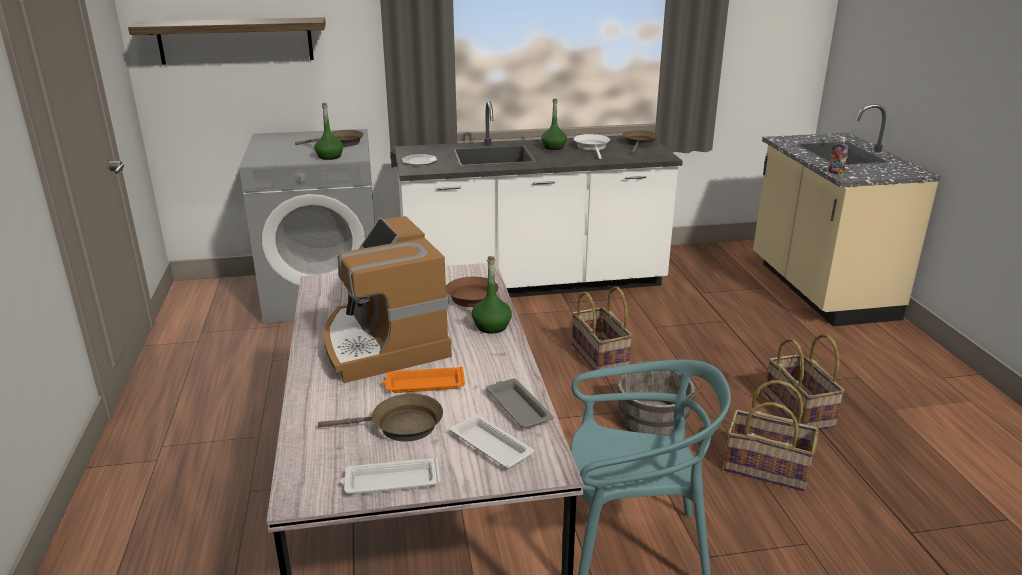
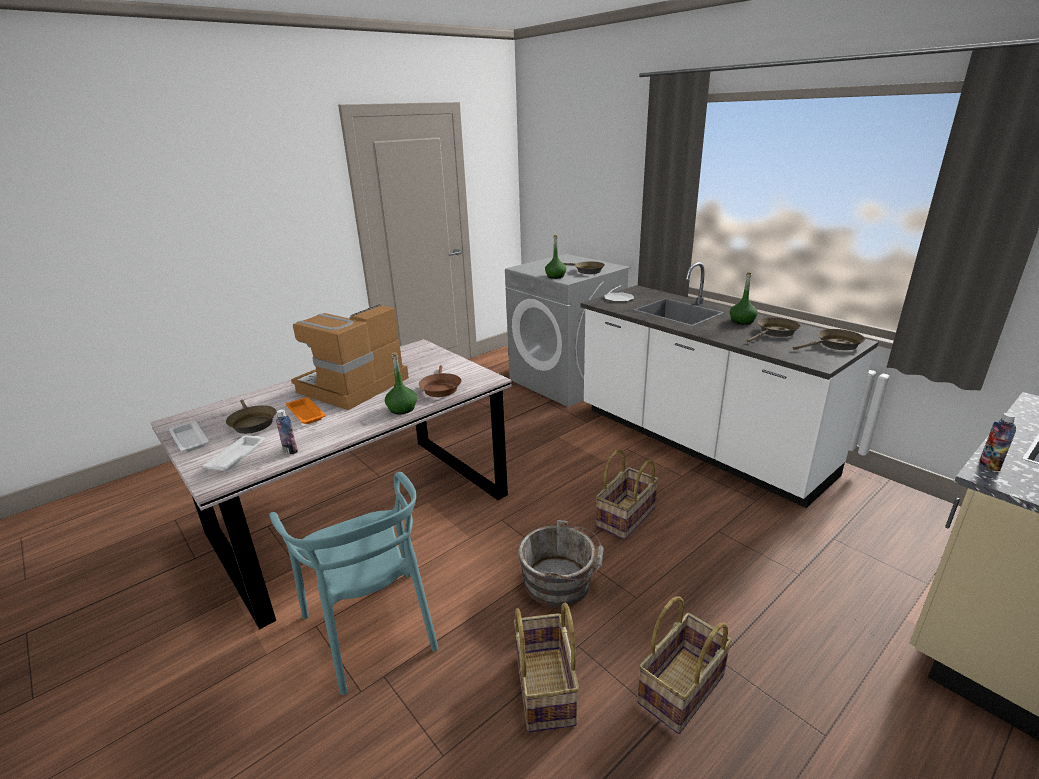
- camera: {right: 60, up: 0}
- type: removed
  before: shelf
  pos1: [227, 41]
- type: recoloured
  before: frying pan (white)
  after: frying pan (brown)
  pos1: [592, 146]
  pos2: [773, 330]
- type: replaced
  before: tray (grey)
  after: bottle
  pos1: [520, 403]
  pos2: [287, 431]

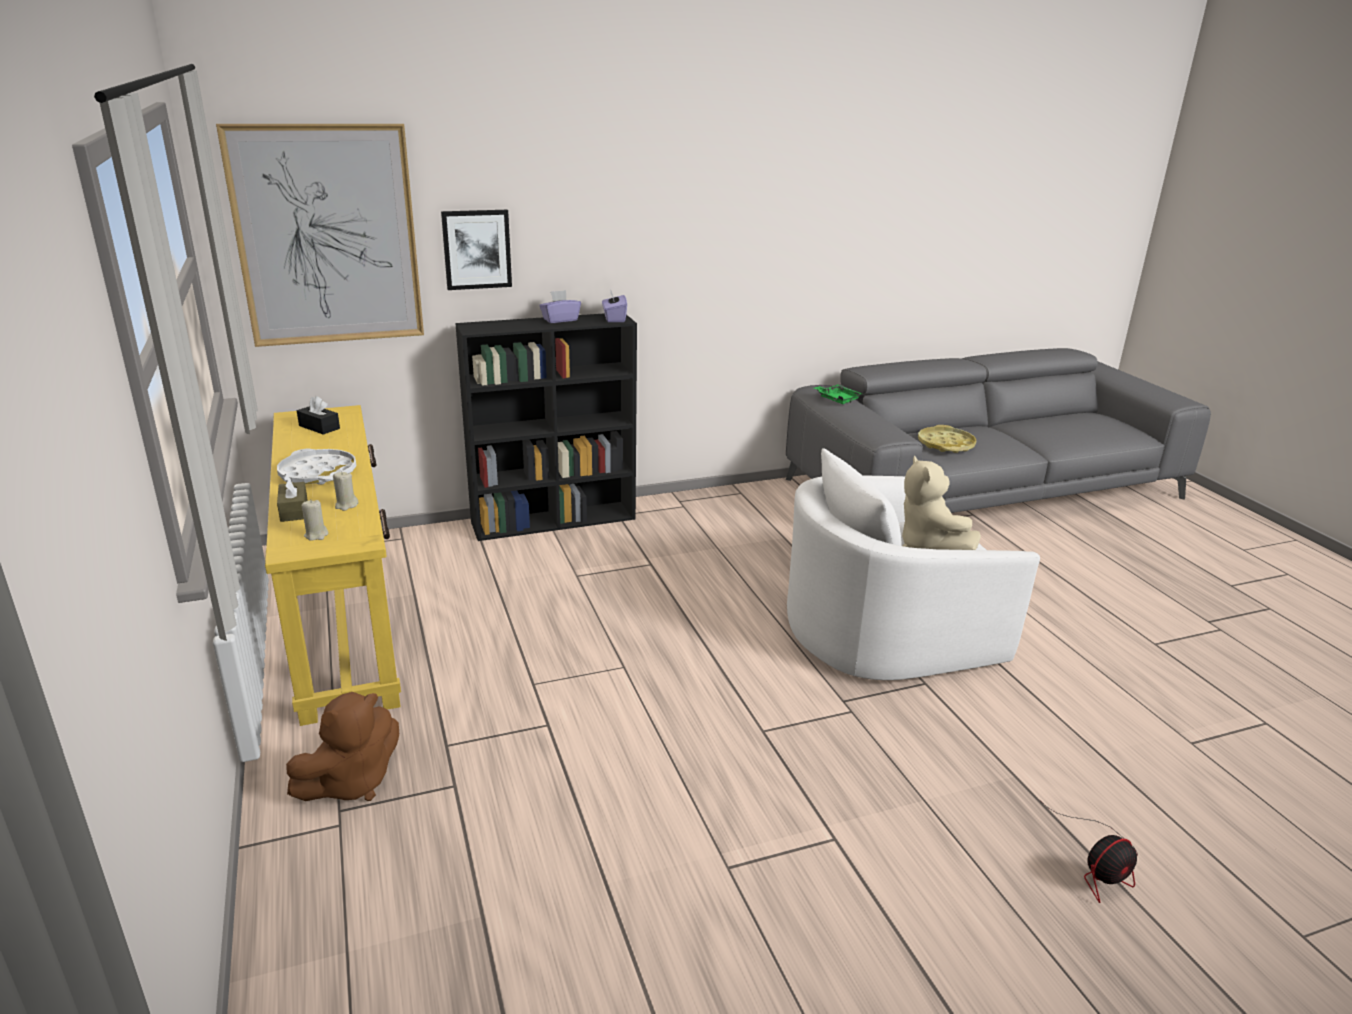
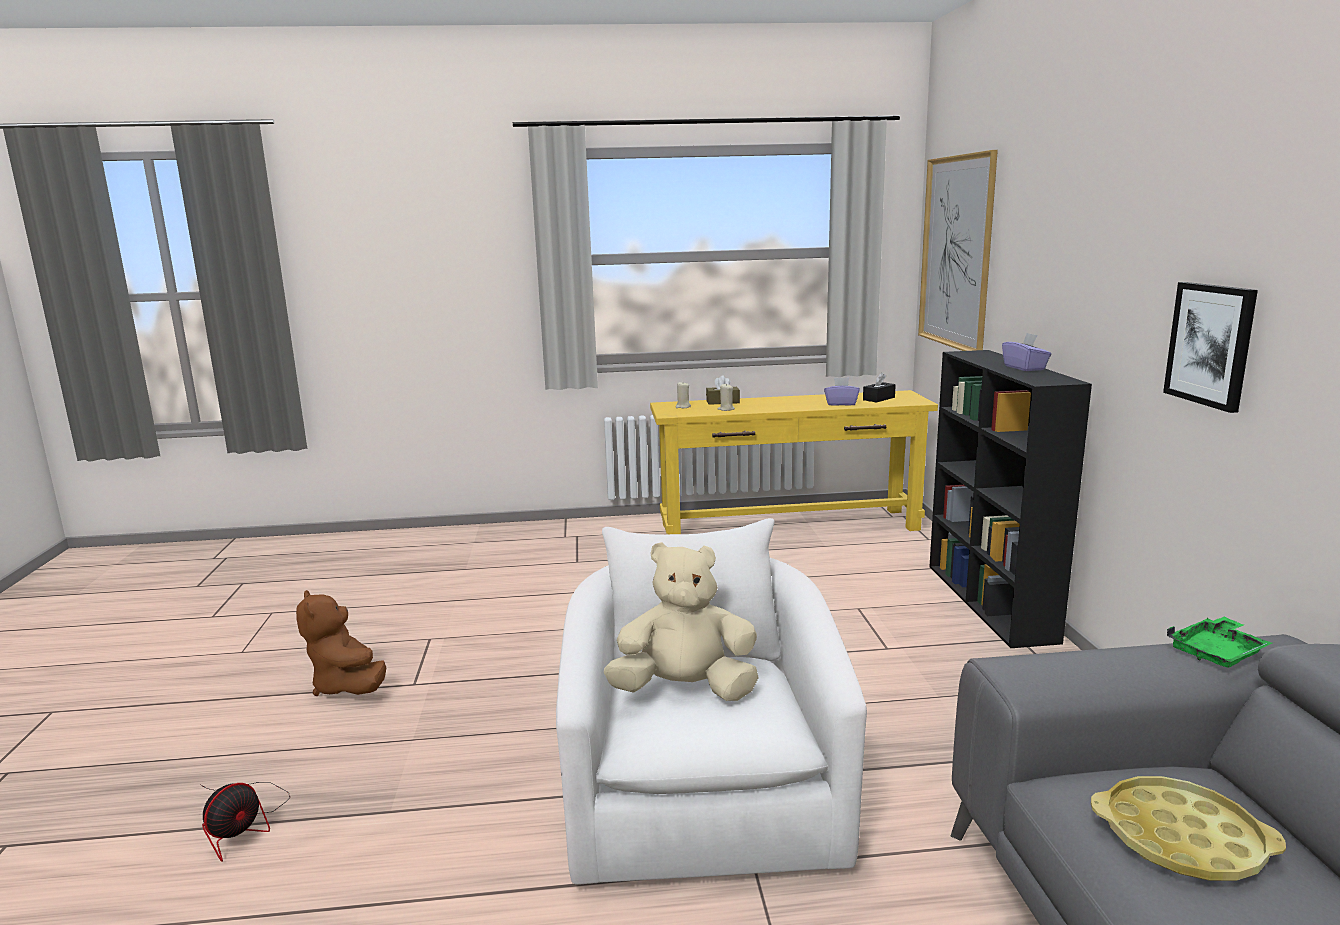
- camera: {right: 105, up: -10}
- type: moved
  before: picture
  pos1: [476, 250]
  pos2: [1210, 347]
- type: moved
  before: tissue box (purple)
  pos1: [614, 306]
  pos2: [842, 391]
- type: removed
  before: tray (white)
  pos1: [316, 467]
- type: moved
  before: plush toy (brown)
  pos1: [342, 746]
  pos2: [341, 643]
- type: turned
  before: fan
  pos1: [1090, 852]
  pos2: [245, 822]
  turn: -135

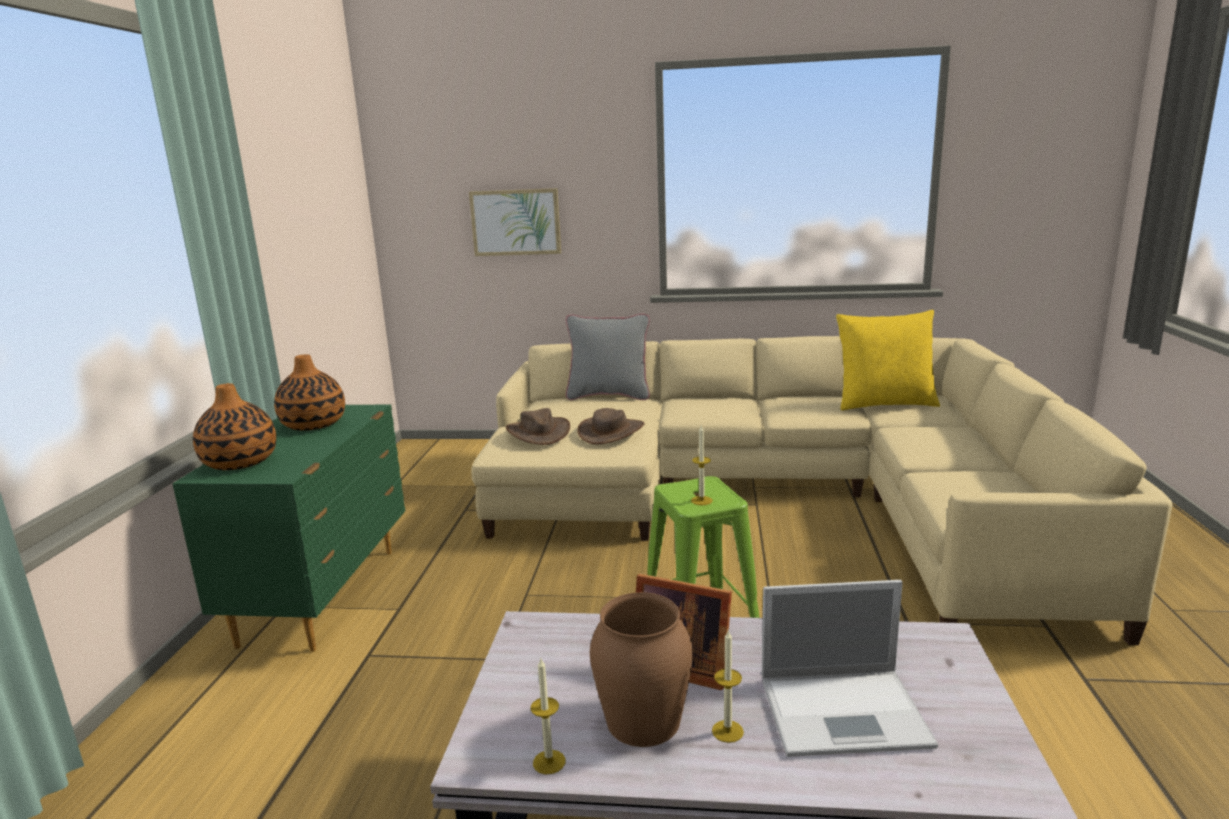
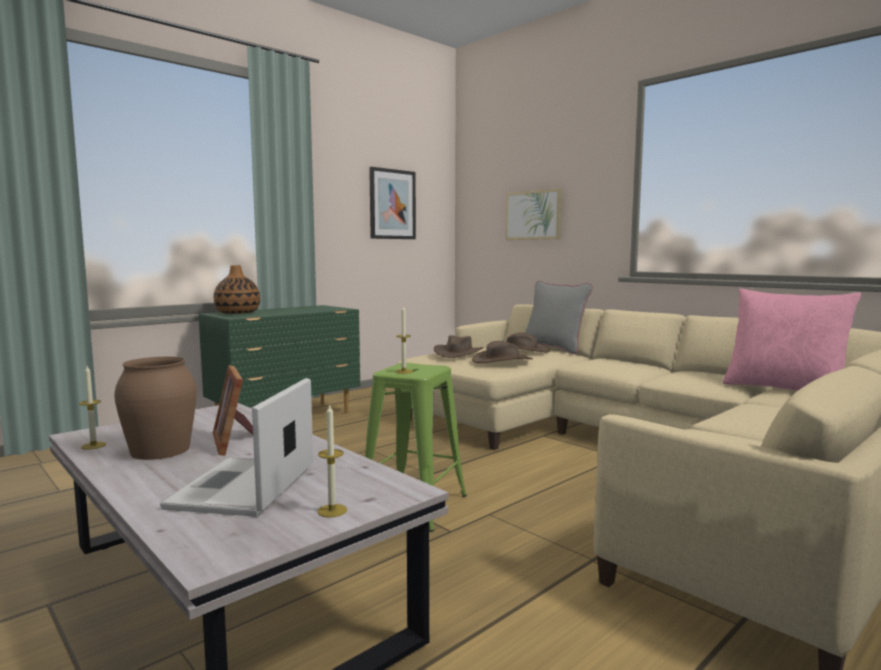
- camera: {right: 40, up: -10}
- type: recoloured
  before: pillow (yellow)
  after: pillow (pink)
  pos1: [888, 360]
  pos2: [791, 340]
- type: removed
  before: vase
  pos1: [309, 392]
- type: turned
  before: laptop
  pos1: [850, 668]
  pos2: [236, 447]
  turn: 60
- type: moved
  before: candle
  pos1: [728, 687]
  pos2: [332, 460]
- type: added
  after: picture
  pos2: [392, 203]
- type: added
  after: hat (brown)
  pos2: [528, 342]

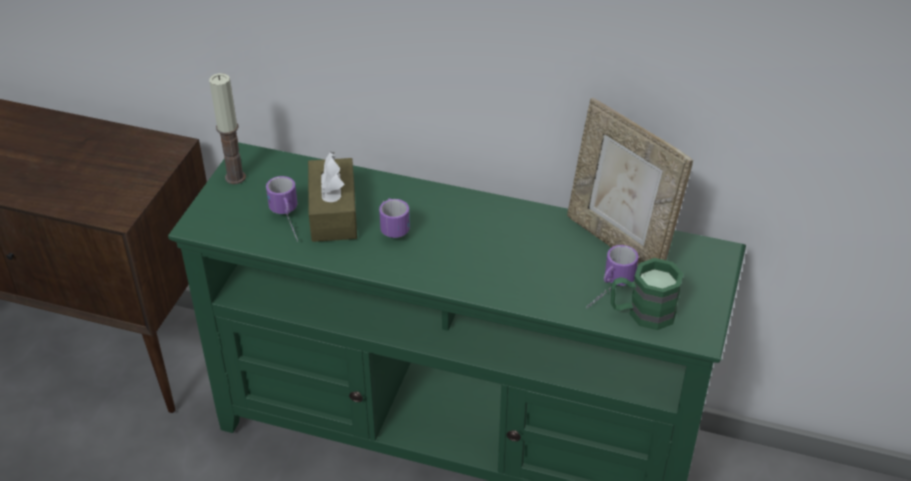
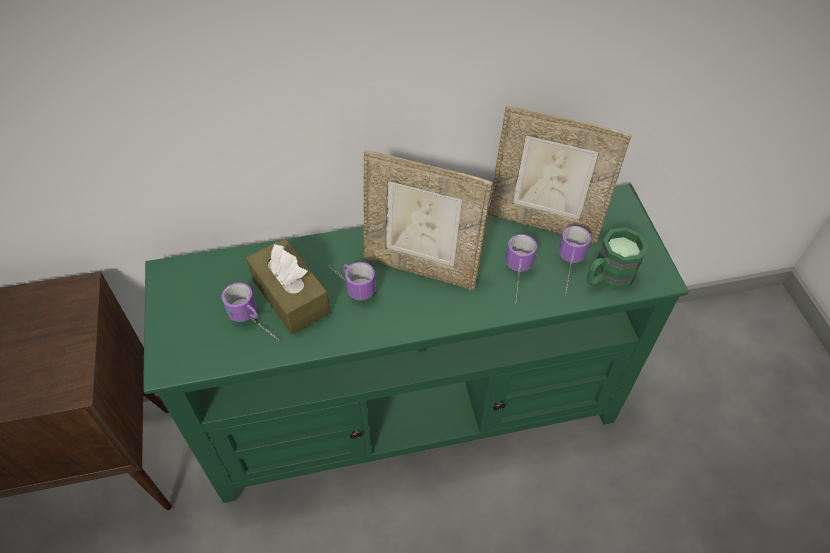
- camera: {right: -30, up: 10}
- type: removed
  before: candle
  pos1: [227, 128]
- type: added
  after: picture frame
  pos2: [428, 220]
- type: added
  after: mug
  pos2: [521, 267]

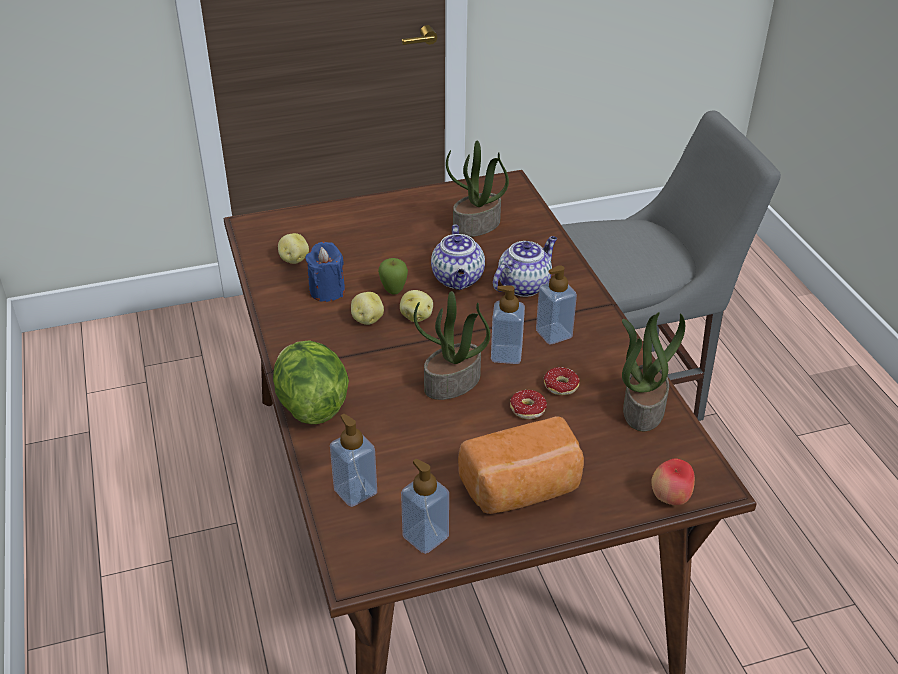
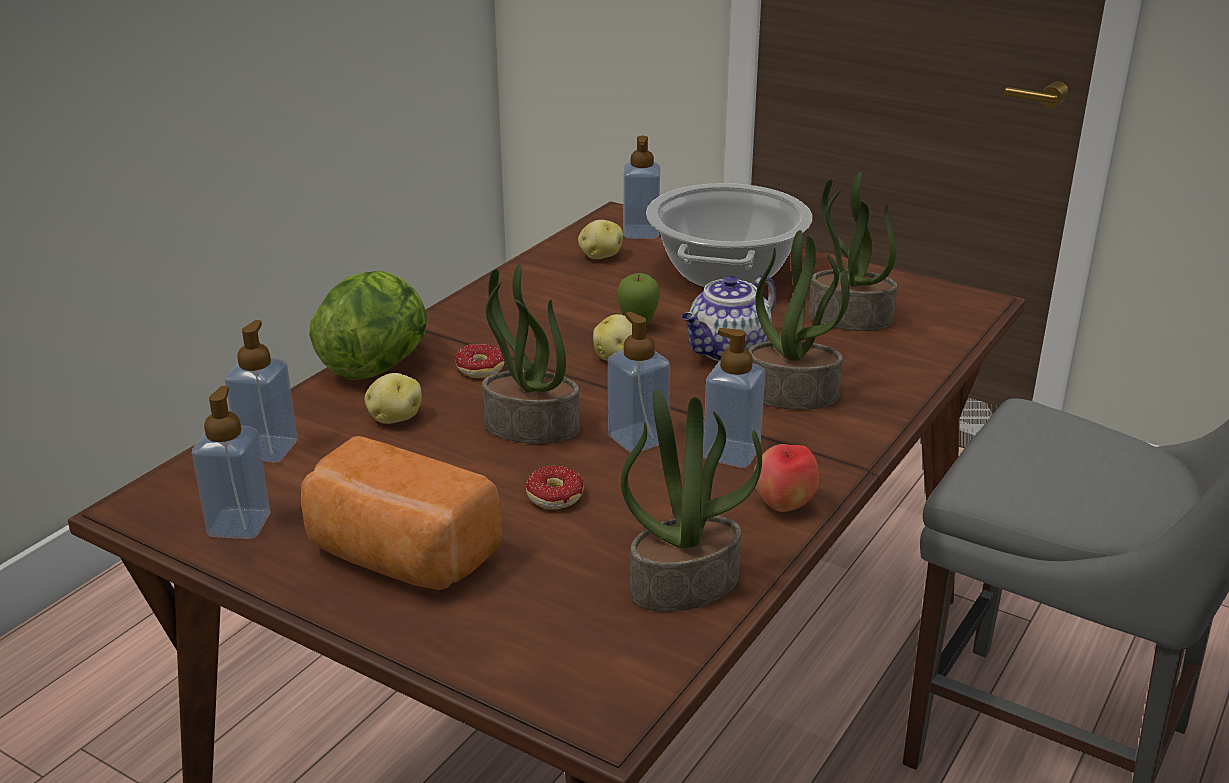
- camera: {right: 50, up: -10}
- type: replaced
  before: teapot
  after: potted plant
  pos1: [525, 266]
  pos2: [799, 320]
- type: removed
  before: candle (blue)
  pos1: [325, 272]
- type: moved
  before: potato
  pos1: [367, 308]
  pos2: [393, 398]
- type: moved
  before: donut
  pos1: [562, 381]
  pos2: [479, 361]
- type: moved
  before: apple
  pos1: [673, 481]
  pos2: [786, 478]
- type: added
  after: soap dispenser
  pos2: [641, 187]
- type: added
  after: cooking pot
  pos2: [729, 235]

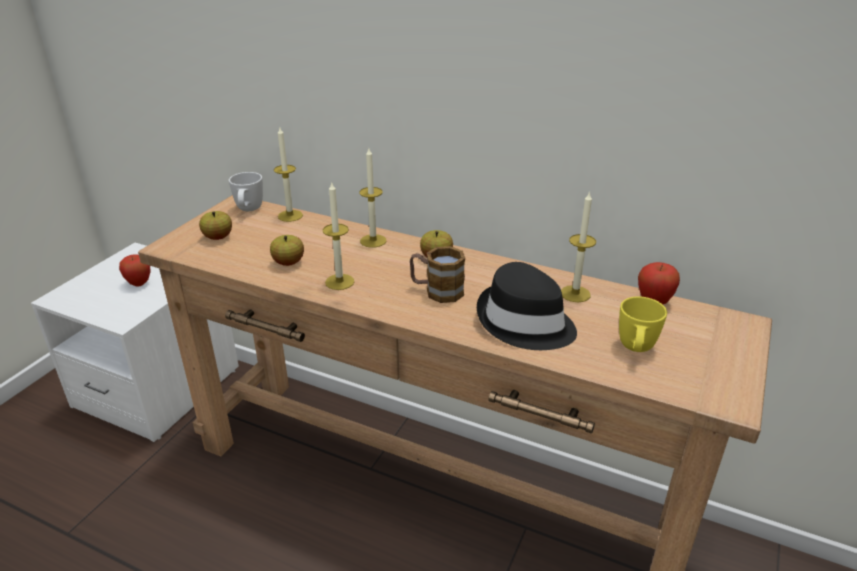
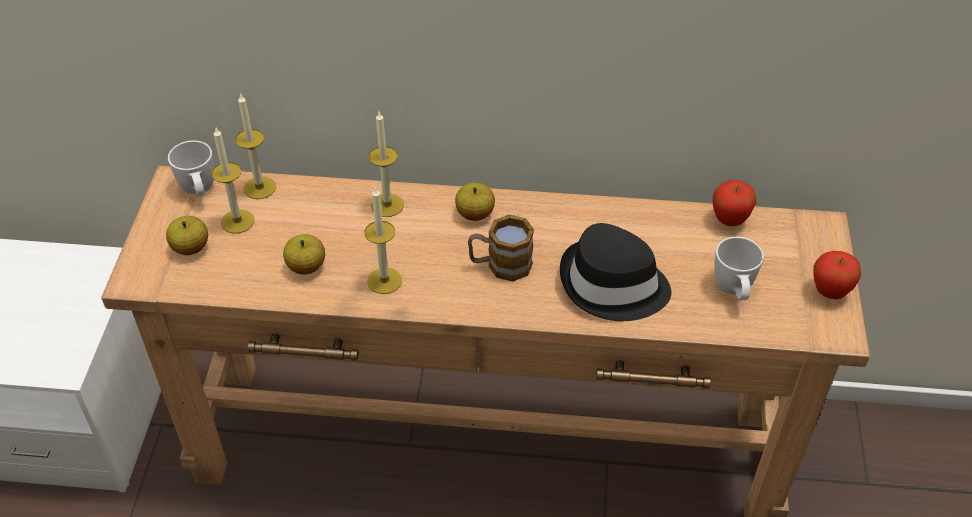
- camera: {right: -20, up: 15}
- type: moved
  before: candle
  pos1: [578, 246]
  pos2: [232, 181]
- type: moved
  before: apple
  pos1: [135, 270]
  pos2: [837, 275]
- type: recoloured
  before: mug (yellow)
  after: mug (white)
  pos1: [643, 324]
  pos2: [739, 268]

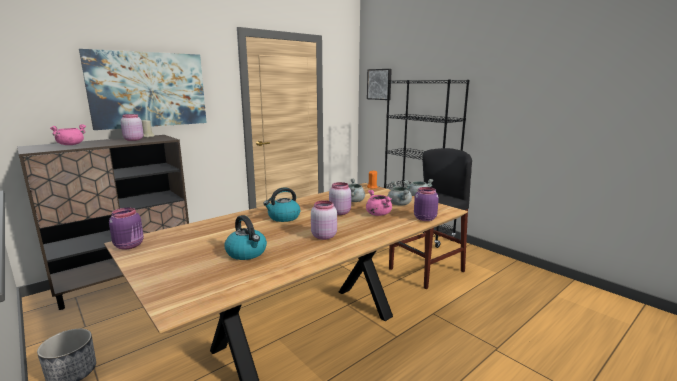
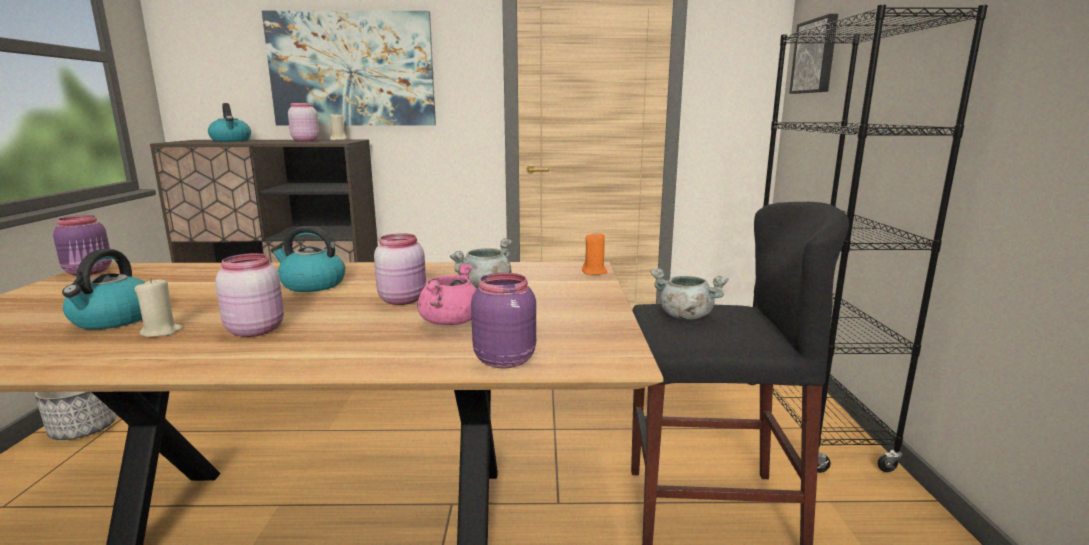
- camera: {right: 40, up: 0}
- type: replaced
  before: cooking pot (pink)
  after: kettle
  pos1: [68, 134]
  pos2: [229, 122]
- type: removed
  before: cooking pot (grey)
  pos1: [400, 193]
- type: added
  after: candle (beige)
  pos2: [159, 307]

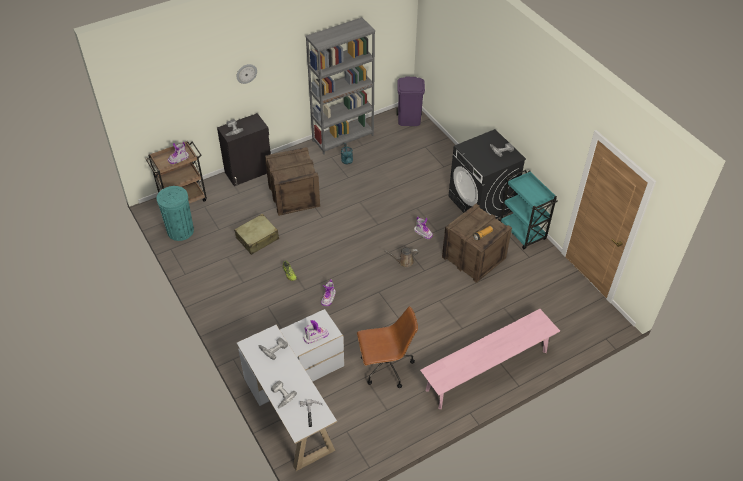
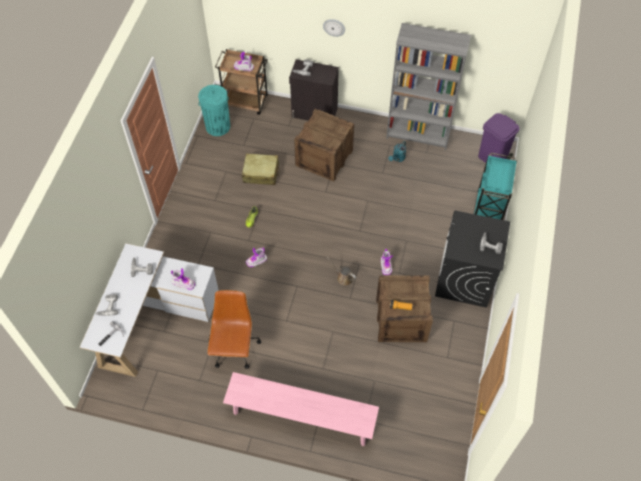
- camera: {right: 45, up: 10}
- type: moved
  before: cart (turquoise)
  pos1: [528, 209]
  pos2: [495, 186]
- type: turned
  before: office chair (brown)
  pos1: [387, 347]
  pos2: [234, 329]
  turn: -120

